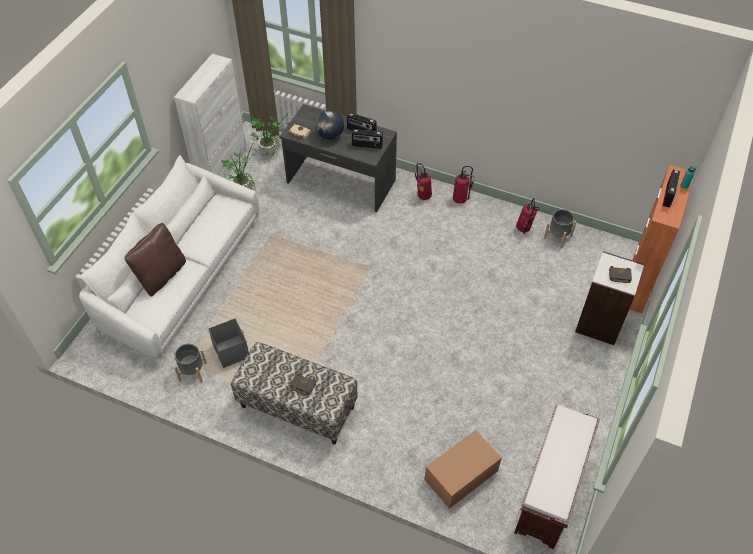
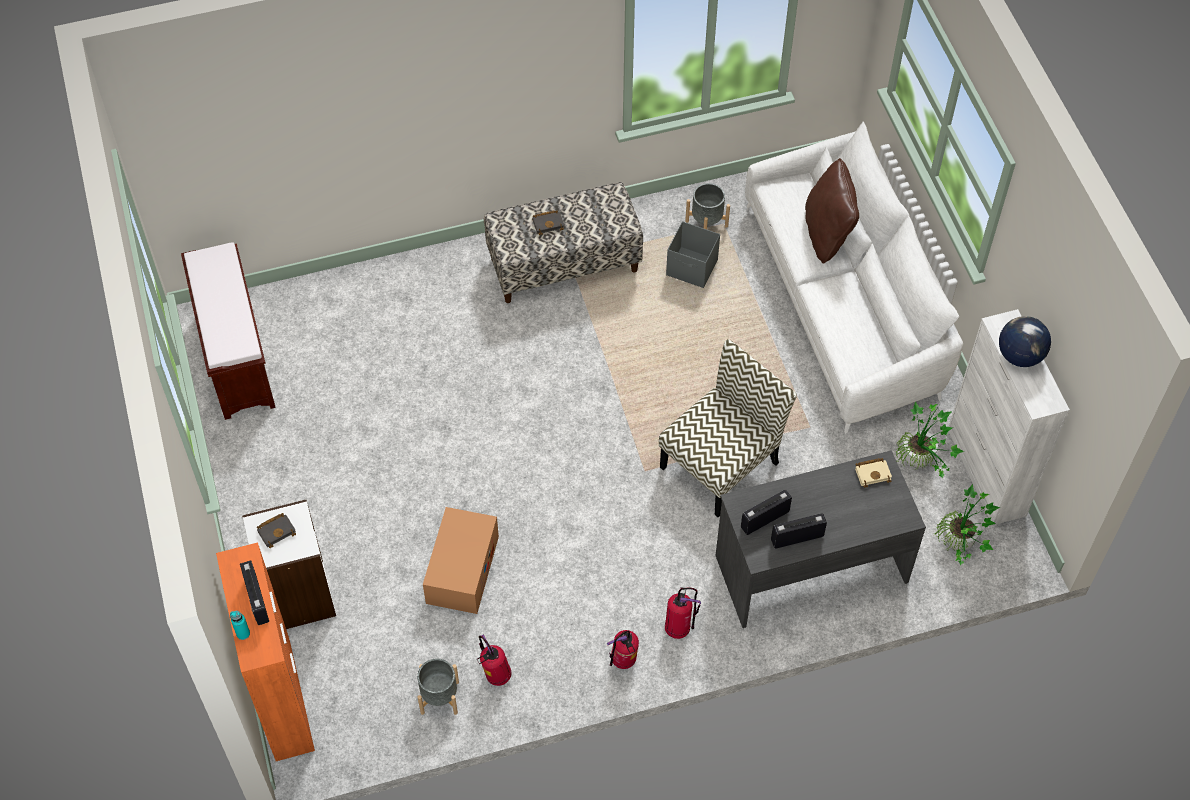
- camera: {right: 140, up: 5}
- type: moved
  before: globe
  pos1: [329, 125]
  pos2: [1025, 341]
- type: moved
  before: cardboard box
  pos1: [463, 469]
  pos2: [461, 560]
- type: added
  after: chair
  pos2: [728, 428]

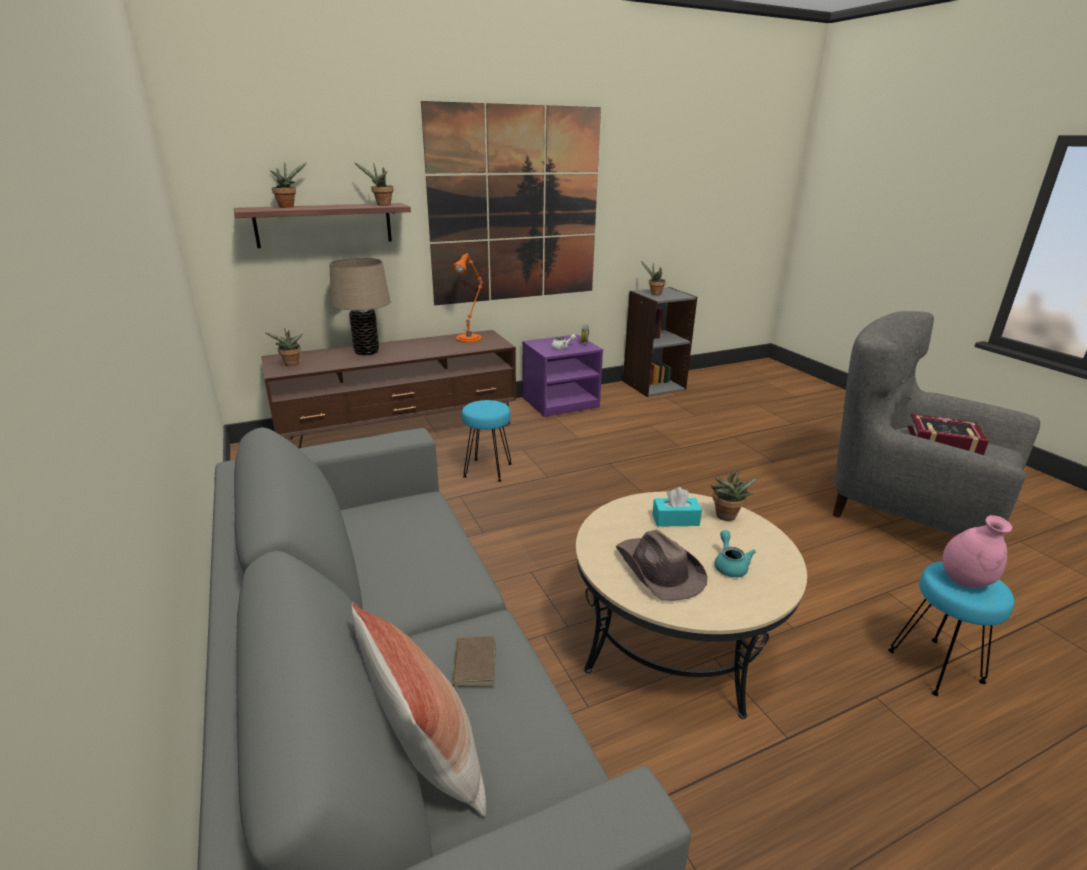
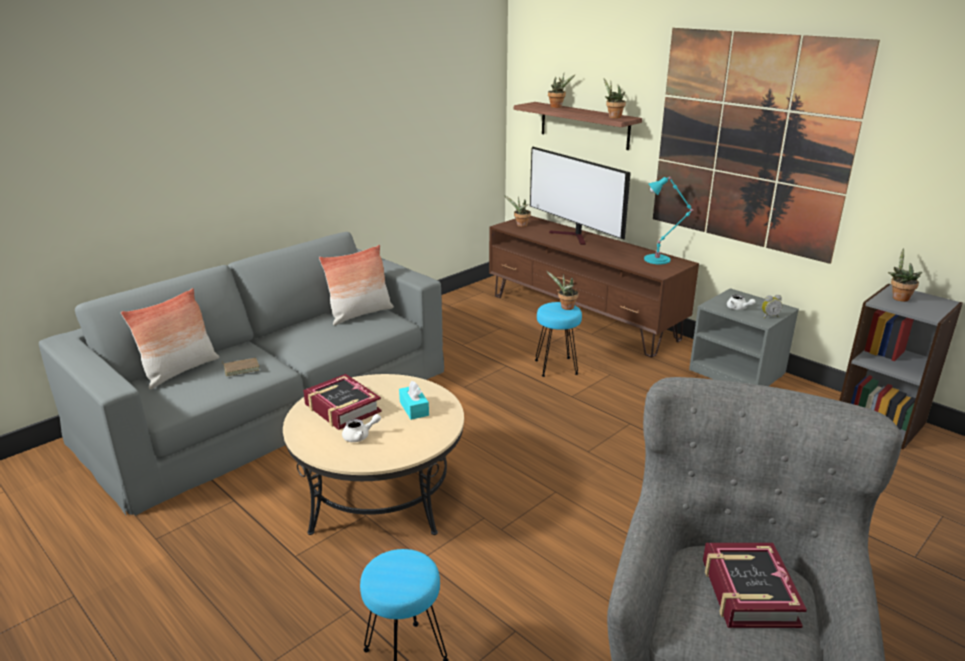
- camera: {right: 70, up: 0}
- type: recoloured
  before: table lamp (orange)
  after: table lamp (turquoise)
  pos1: [467, 298]
  pos2: [668, 220]
- type: replaced
  before: table lamp (beige)
  after: television
  pos1: [360, 306]
  pos2: [580, 196]
- type: recoloured
  before: nightstand (purple)
  after: nightstand (grey)
  pos1: [562, 375]
  pos2: [744, 337]
- type: moved
  before: potted plant
  pos1: [734, 495]
  pos2: [562, 290]
- type: removed
  before: vase (pink)
  pos1: [977, 551]
- type: replaced
  before: hat (brown)
  after: book
  pos1: [662, 565]
  pos2: [342, 402]
- type: recoloured
  before: teapot (turquoise)
  after: teapot (white)
  pos1: [735, 553]
  pos2: [361, 428]
- type: added
  after: pillow
  pos2: [356, 285]

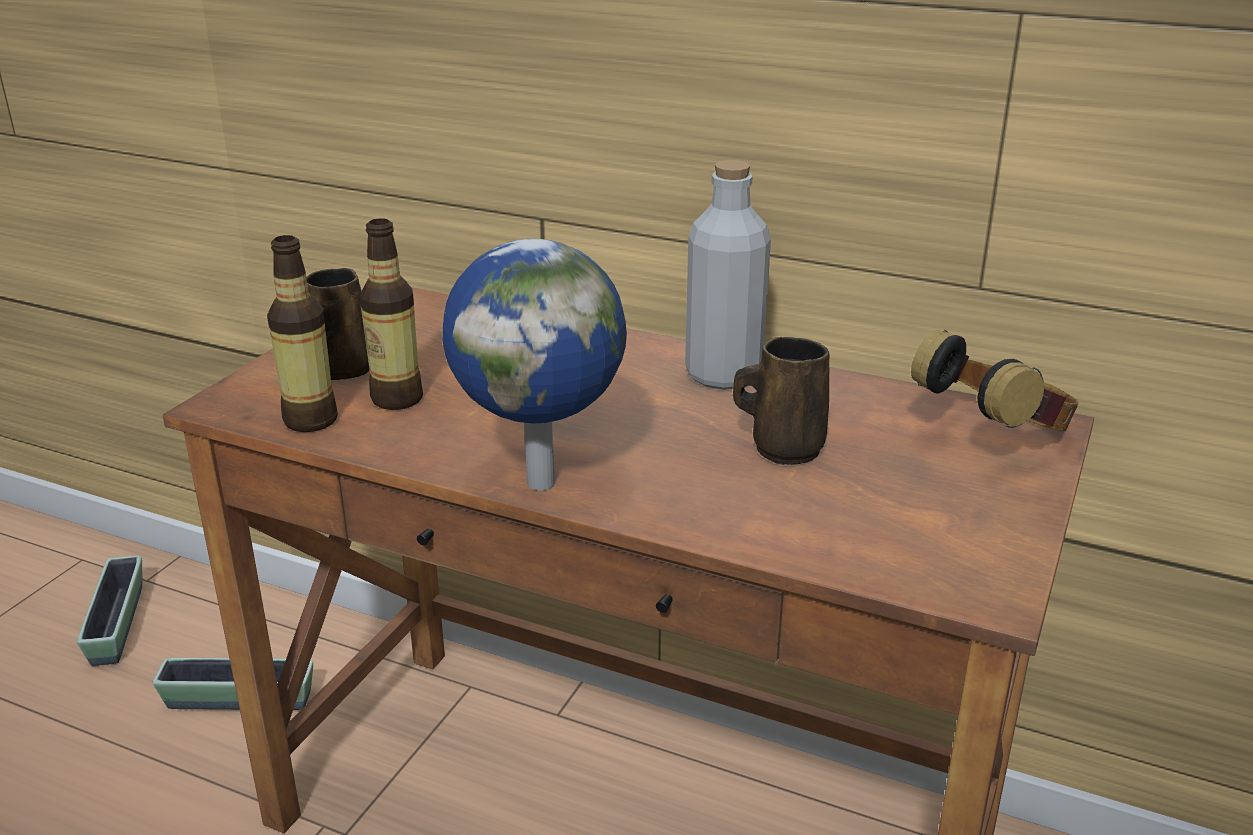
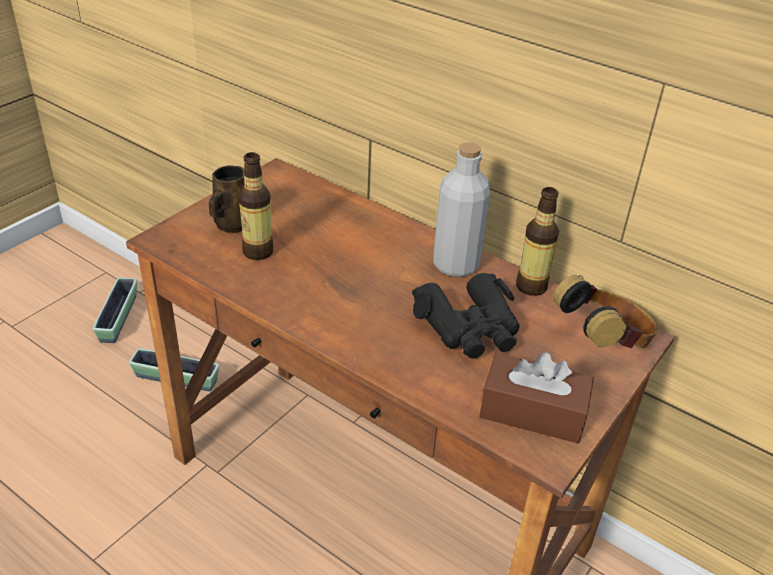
- camera: {right: 10, up: 10}
- type: moved
  before: bottle
  pos1: [302, 333]
  pos2: [537, 241]
- type: removed
  before: globe
  pos1: [535, 365]
- type: replaced
  before: mug (brown)
  after: binoculars (black)
  pos1: [781, 401]
  pos2: [465, 316]
- type: added
  after: tissue box (brown)
  pos2: [536, 397]

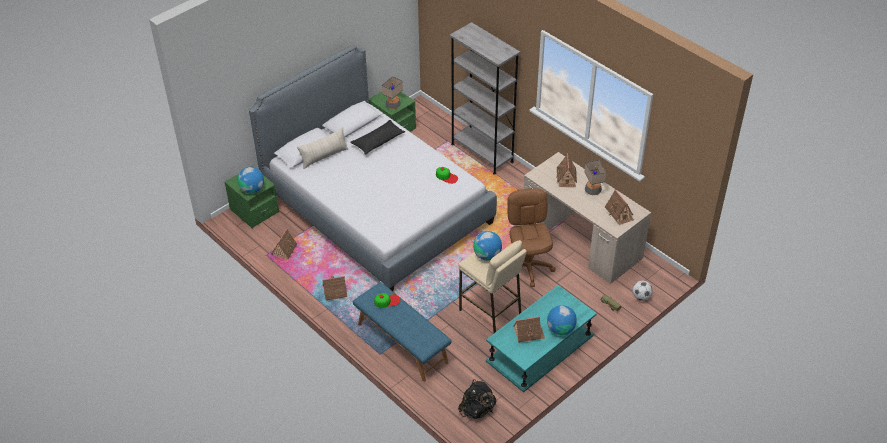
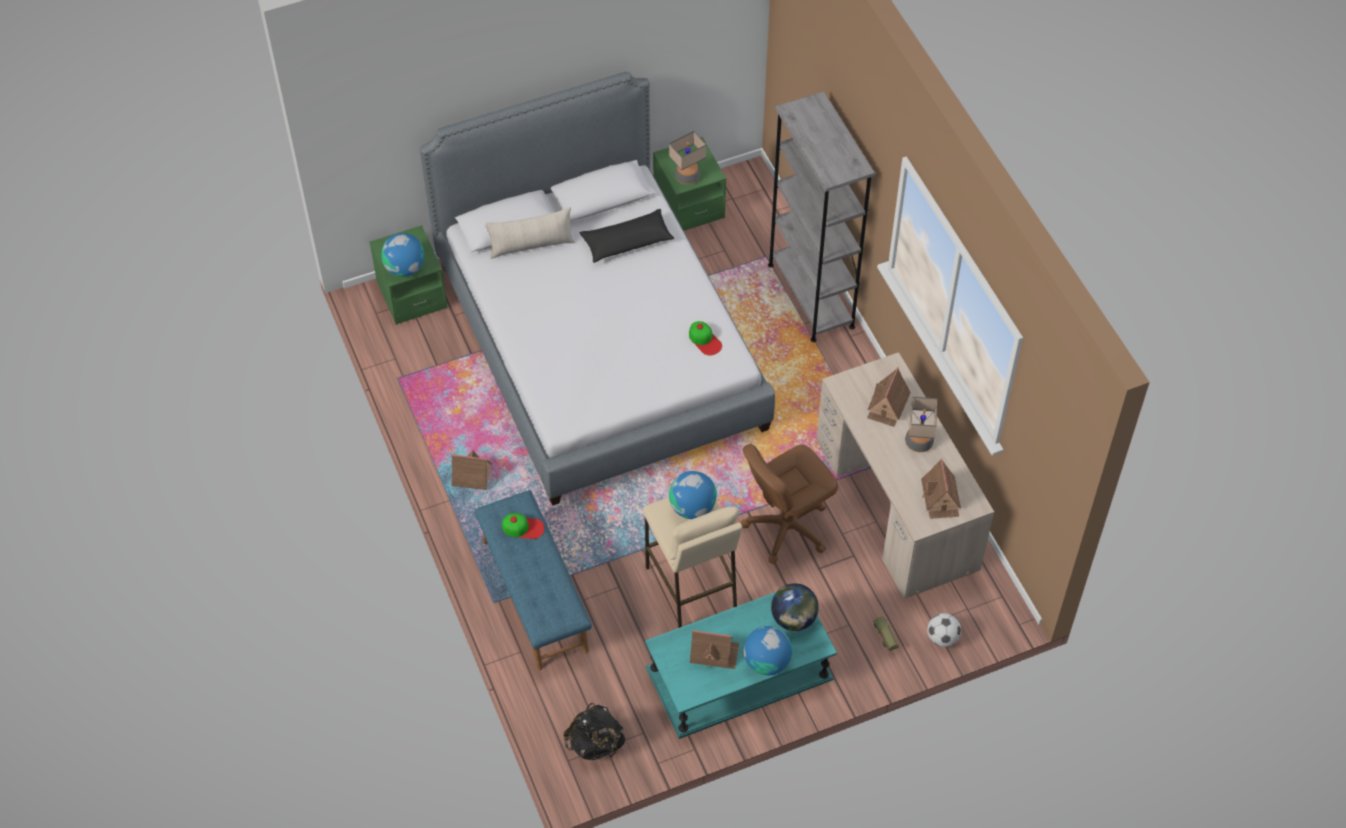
- camera: {right: 20, up: 10}
- type: turned
  before: office chair (brown)
  pos1: [531, 237]
  pos2: [789, 504]
  turn: -135
- type: removed
  before: toy house
  pos1: [284, 243]
- type: added
  after: globe
  pos2: [795, 607]

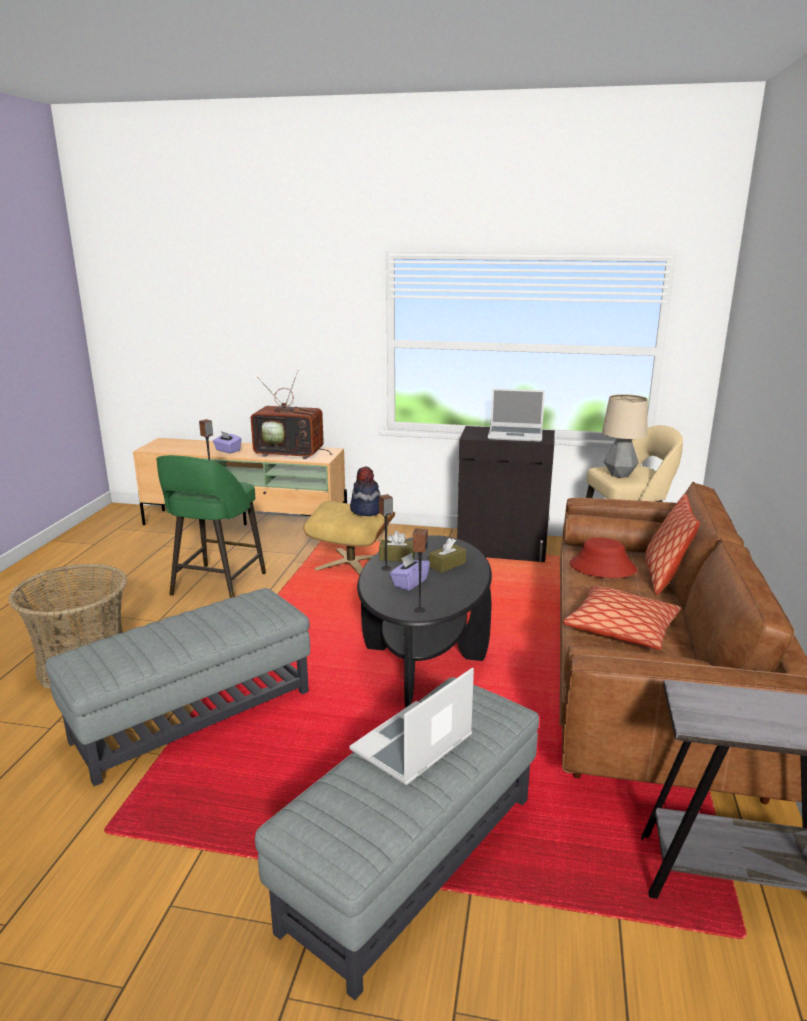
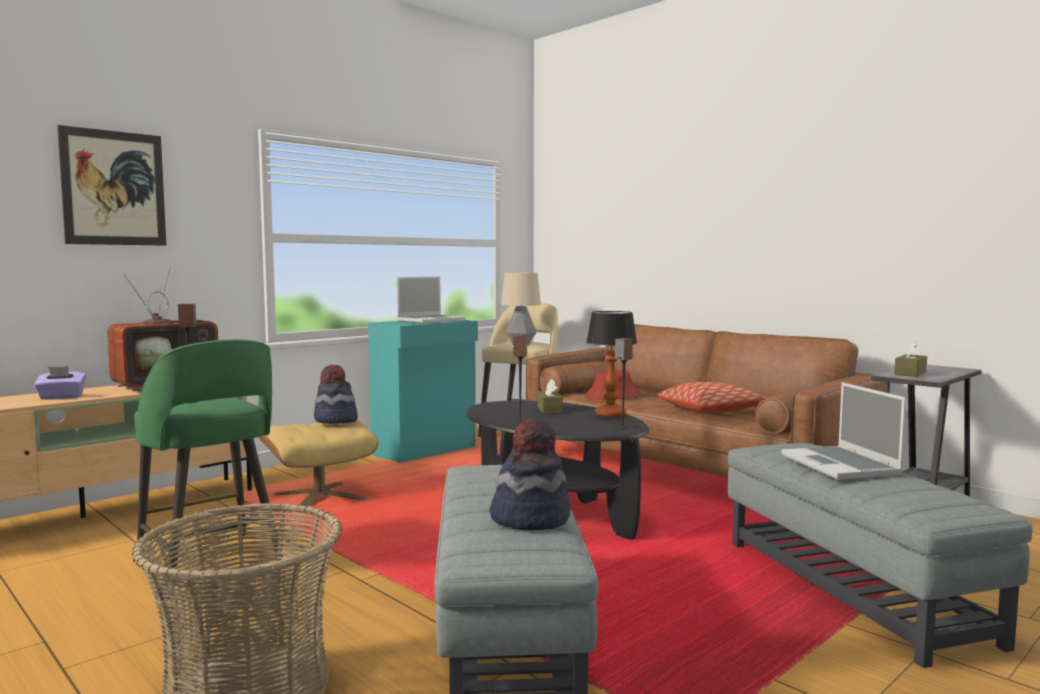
- camera: {right: -55, up: -15}
- type: recoloured
  before: cabinet (black)
  after: cabinet (turquoise)
  pos1: [506, 494]
  pos2: [423, 391]
- type: removed
  before: pillow
  pos1: [672, 544]
- type: moved
  before: tissue box (brown)
  pos1: [397, 546]
  pos2: [910, 359]
- type: removed
  before: tissue box (purple)
  pos1: [410, 572]
- type: added
  after: picture
  pos2: [111, 185]
- type: added
  after: table lamp
  pos2: [611, 364]
- type: added
  after: hat
  pos2: [530, 474]

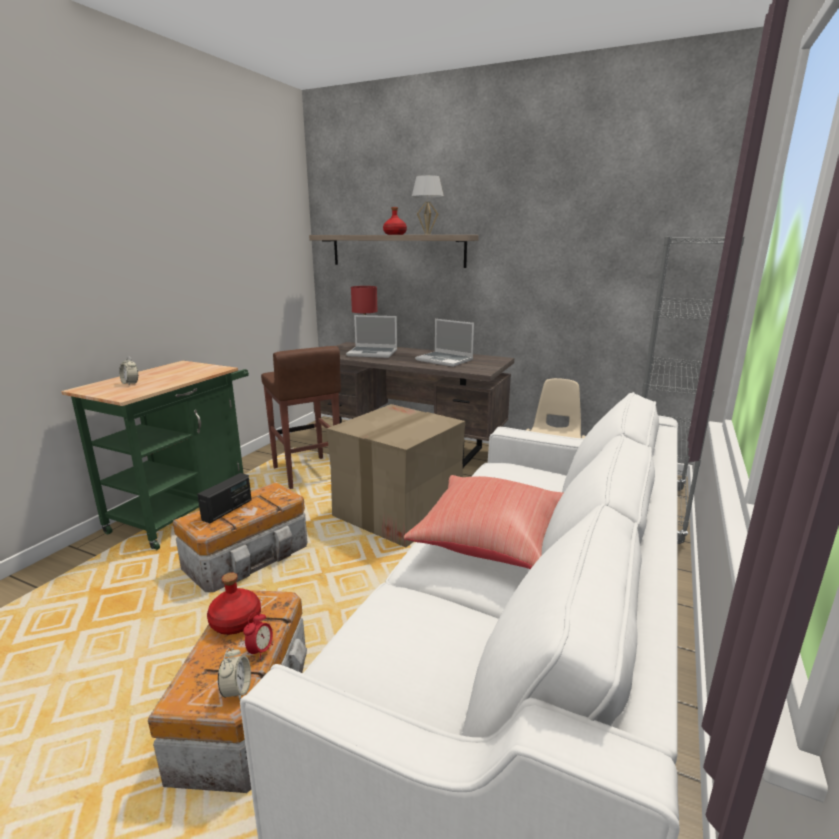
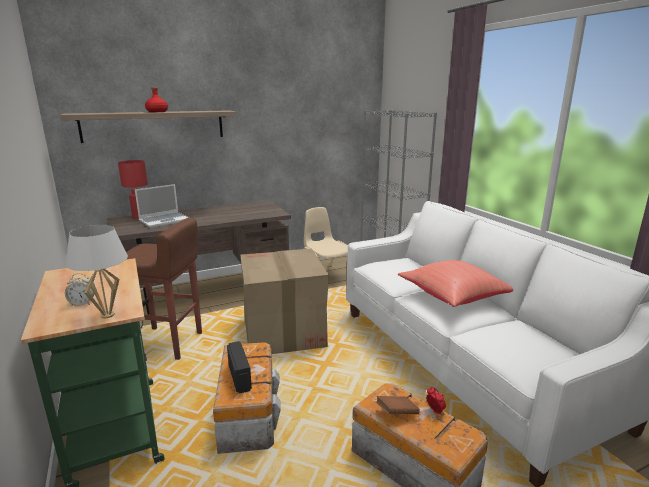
- camera: {right: -50, up: 0}
- type: moved
  before: table lamp (white)
  pos1: [428, 205]
  pos2: [97, 271]
- type: removed
  before: laptop
  pos1: [444, 343]
- type: replaced
  before: bottle (red)
  after: book (brown)
  pos1: [234, 603]
  pos2: [398, 405]
- type: removed
  before: alarm clock
  pos1: [234, 674]

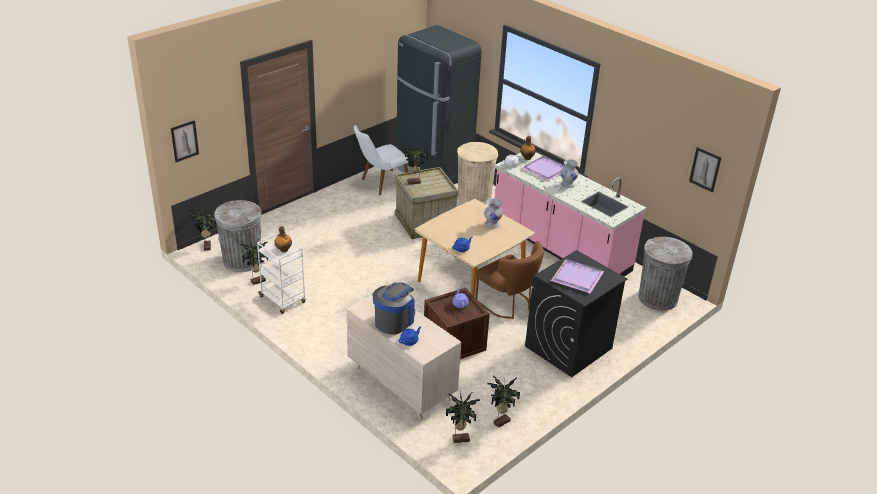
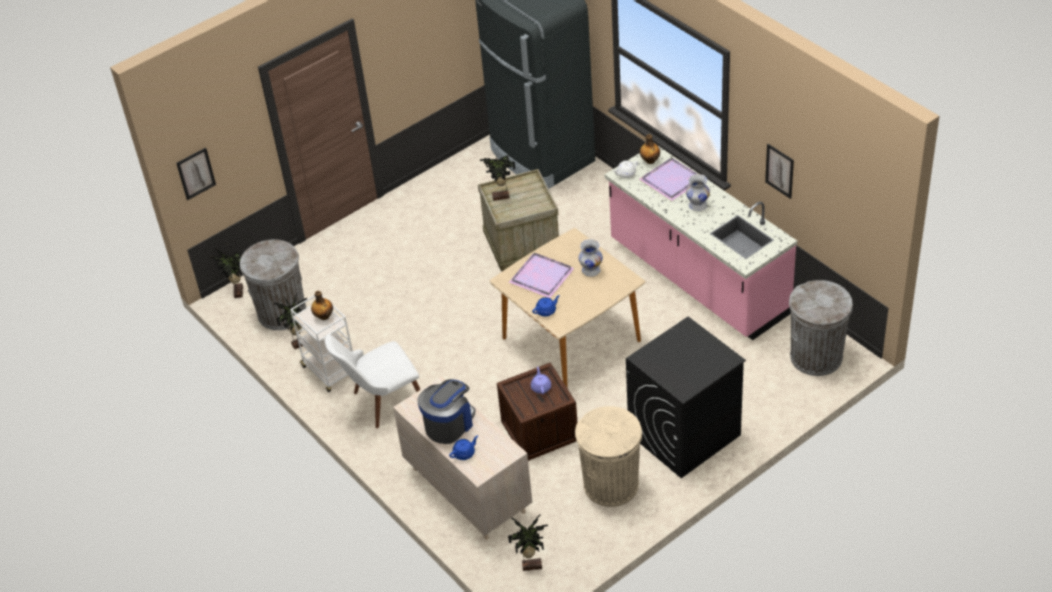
- camera: {right: 10, up: 10}
- type: moved
  before: chair (white)
  pos1: [381, 160]
  pos2: [372, 381]
- type: moved
  before: trash can (beige)
  pos1: [477, 173]
  pos2: [608, 456]
- type: moved
  before: picture
  pos1: [705, 170]
  pos2: [779, 171]
- type: removed
  before: chair (brown)
  pos1: [509, 280]
- type: moved
  before: tray (purple)
  pos1: [577, 276]
  pos2: [541, 275]
- type: removed
  before: potted plant
  pos1: [504, 401]

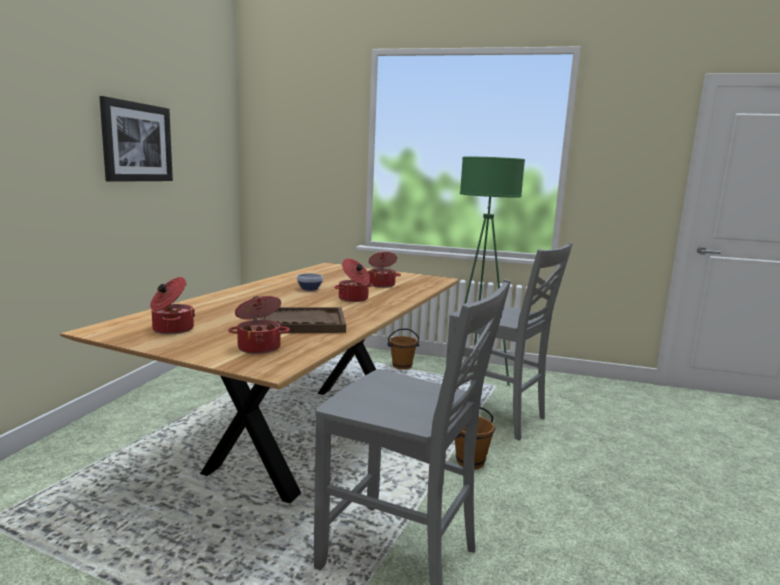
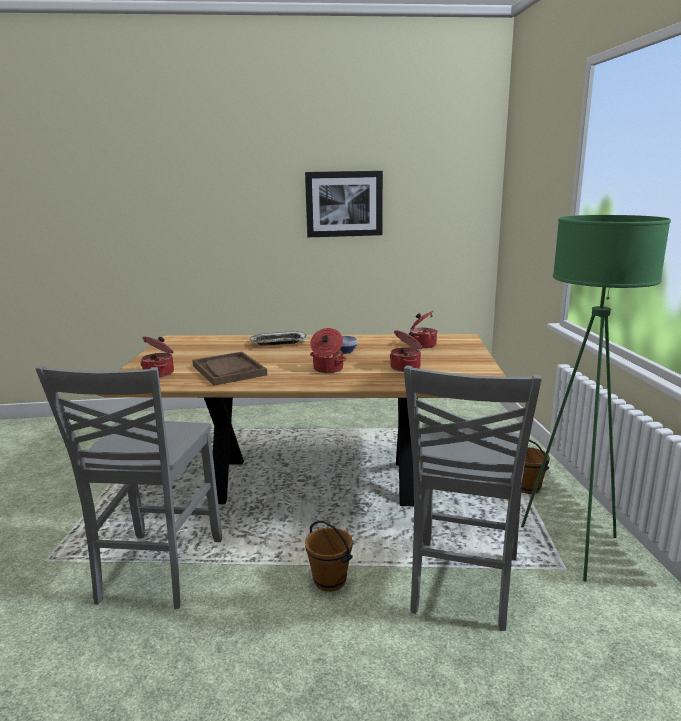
- camera: {right: 70, up: 5}
- type: moved
  before: cooking pot
  pos1: [172, 305]
  pos2: [424, 329]
- type: added
  after: tray
  pos2: [278, 338]

